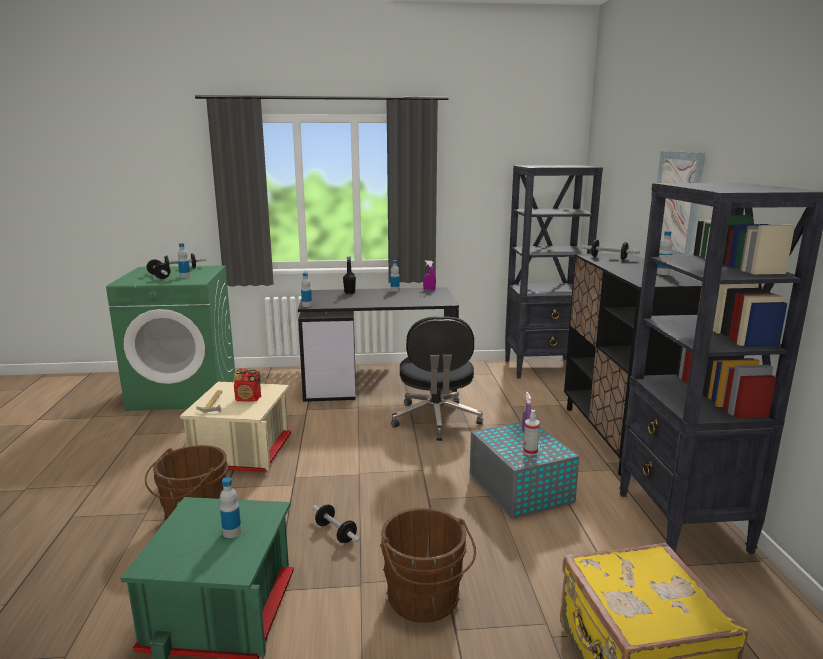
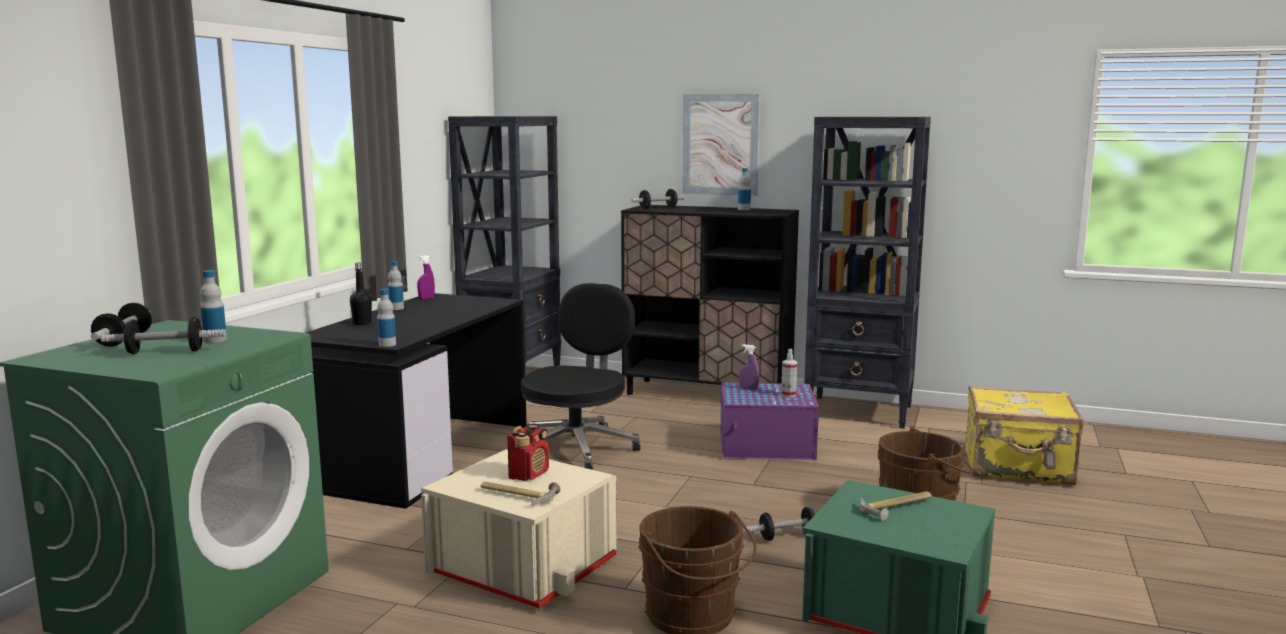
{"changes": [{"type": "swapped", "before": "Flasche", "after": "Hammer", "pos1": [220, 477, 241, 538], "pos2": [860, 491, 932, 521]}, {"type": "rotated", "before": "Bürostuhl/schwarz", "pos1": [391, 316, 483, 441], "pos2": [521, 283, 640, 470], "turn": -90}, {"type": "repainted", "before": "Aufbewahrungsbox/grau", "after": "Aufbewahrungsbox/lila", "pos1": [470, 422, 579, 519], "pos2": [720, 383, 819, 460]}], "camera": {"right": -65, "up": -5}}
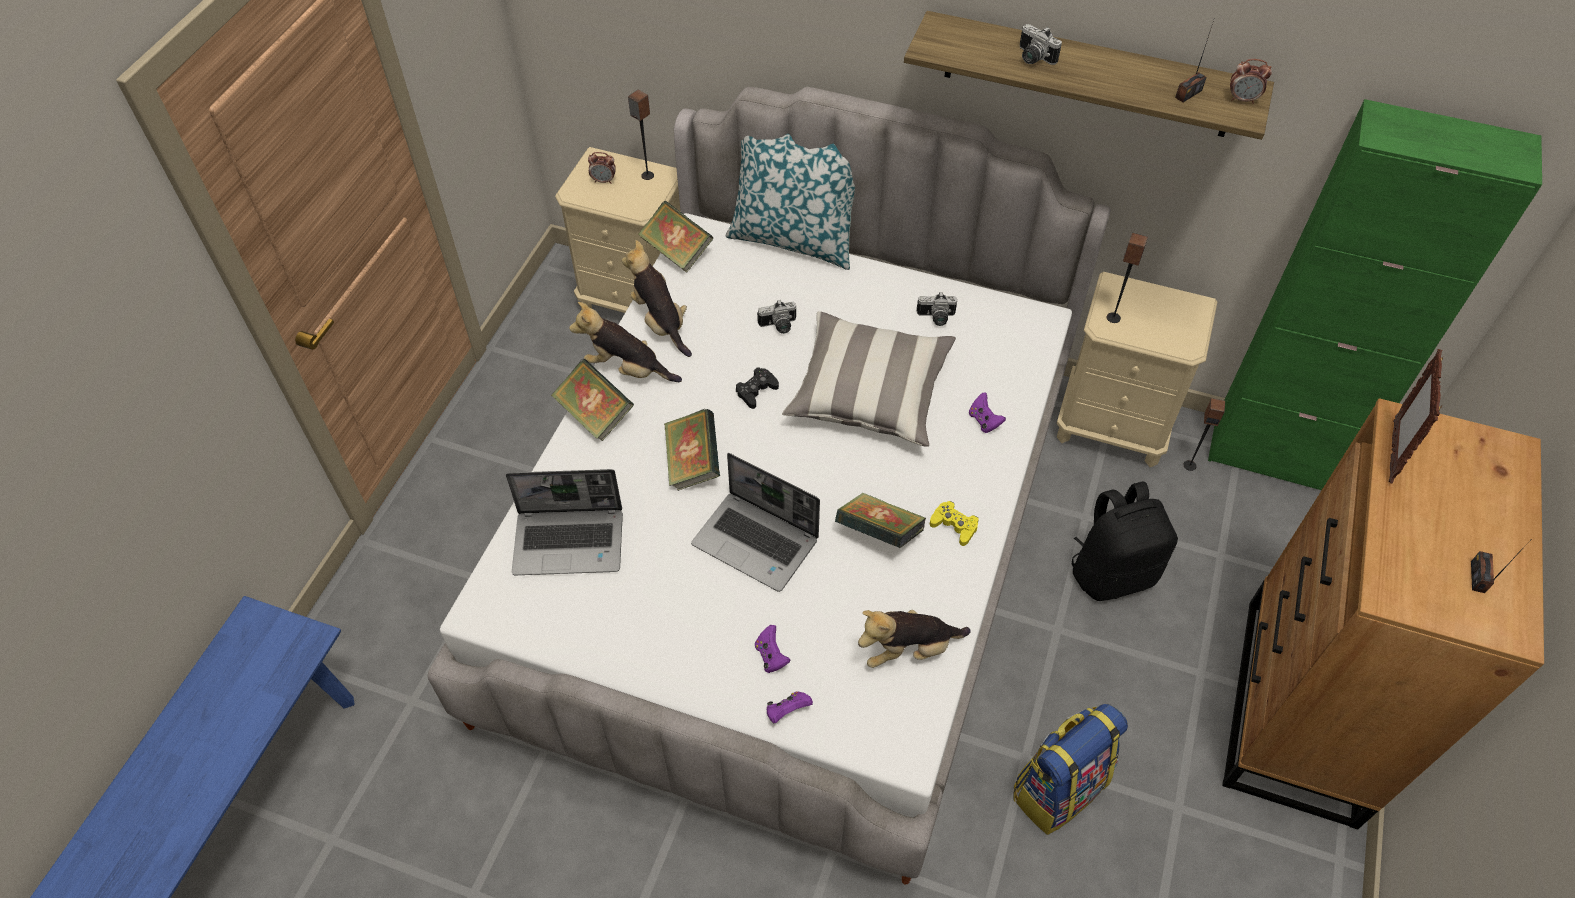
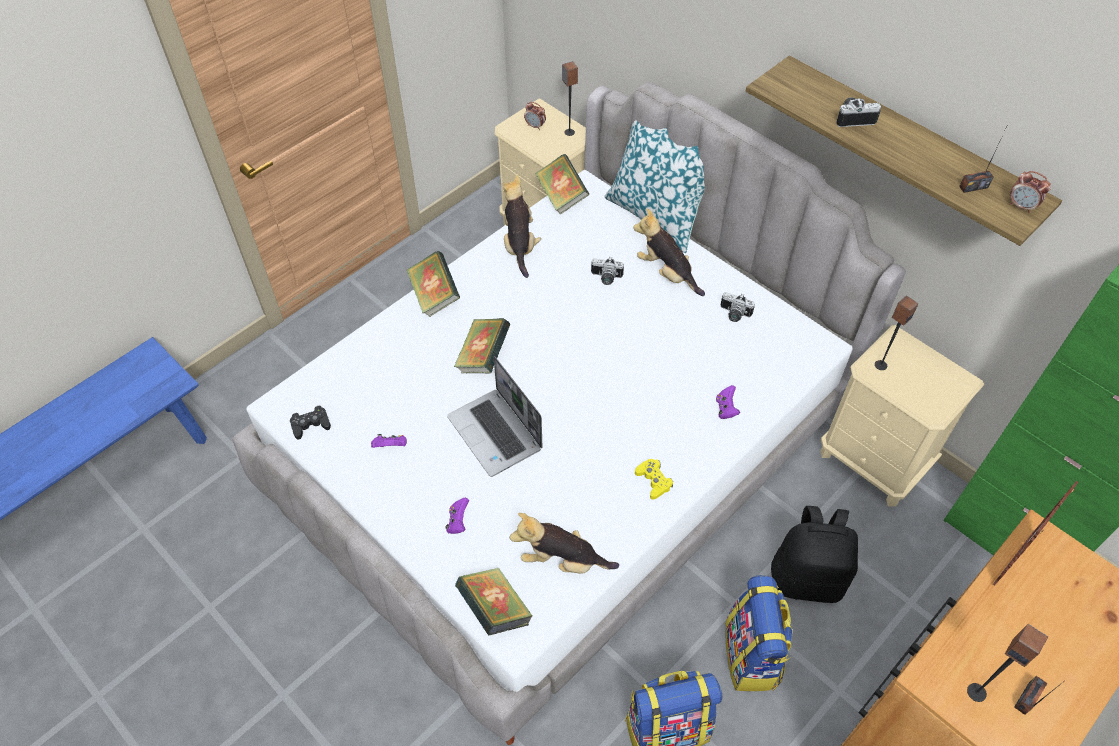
{"changes": [{"type": "gone", "before": "Laptop", "pos1": [506, 469, 623, 575]}, {"type": "shifted", "before": "Plüschtier", "pos1": [569, 302, 682, 382], "pos2": [633, 208, 705, 296]}, {"type": "shifted", "before": "Gamepad/schwarz", "pos1": [736, 367, 779, 409], "pos2": [290, 405, 331, 440]}, {"type": "shifted", "before": "Gamepad/lila", "pos1": [767, 691, 813, 723], "pos2": [371, 434, 407, 448]}, {"type": "gone", "before": "Kissen", "pos1": [782, 311, 956, 447]}, {"type": "shifted", "before": "Buch", "pos1": [835, 493, 926, 548], "pos2": [455, 568, 533, 636]}, {"type": "rotated", "before": "Kamera", "pos1": [1020, 24, 1062, 65], "pos2": [836, 97, 881, 127], "turn": 105}, {"type": "shifted", "before": "Lautsprecher", "pos1": [1183, 398, 1225, 471], "pos2": [967, 624, 1048, 702]}, {"type": "new", "after": "Rucksack", "pos2": [725, 575, 793, 691]}], "camera": {"right": 25, "up": 0}}
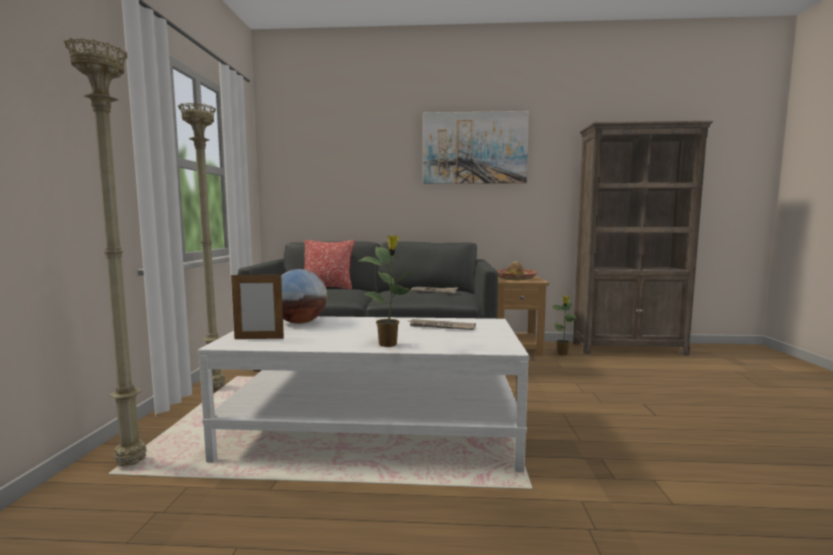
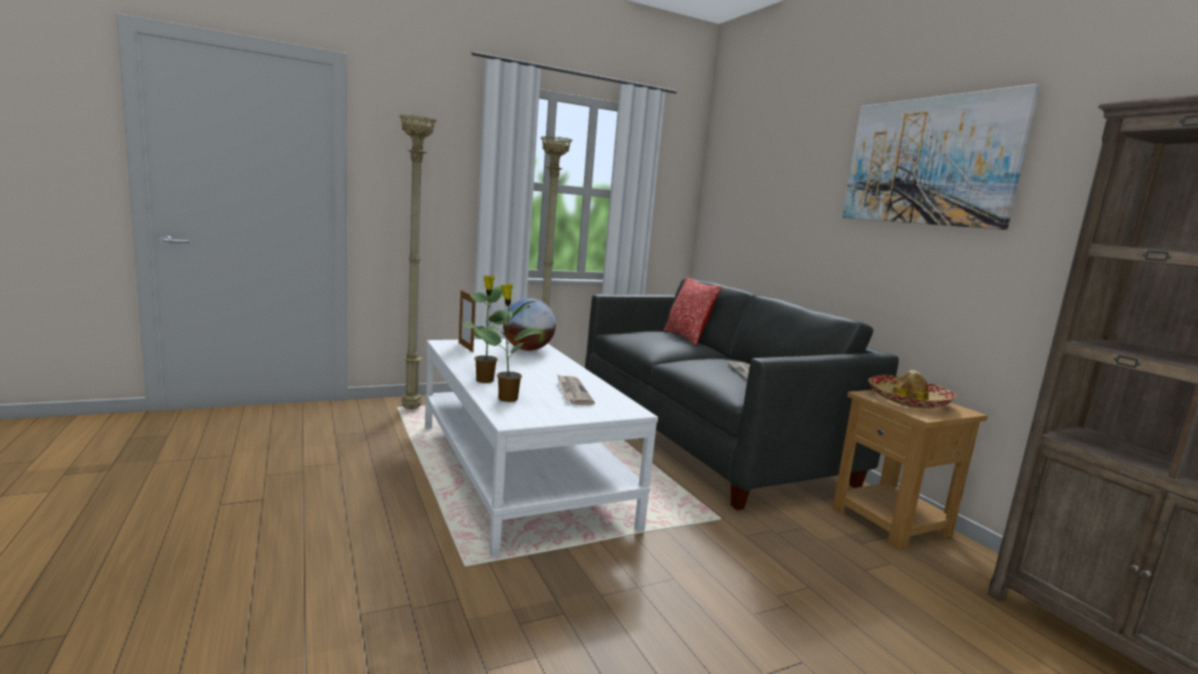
{"changes": [{"type": "shifted", "before": "Topfpflanze", "pos1": [552, 295, 576, 355], "pos2": [475, 284, 543, 402]}], "camera": {"right": 60, "up": 5}}
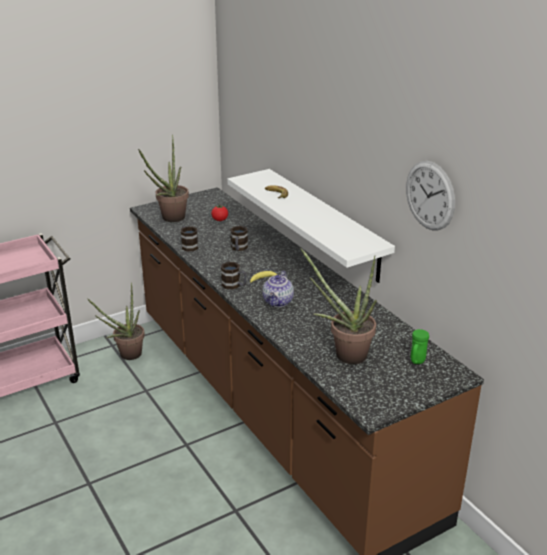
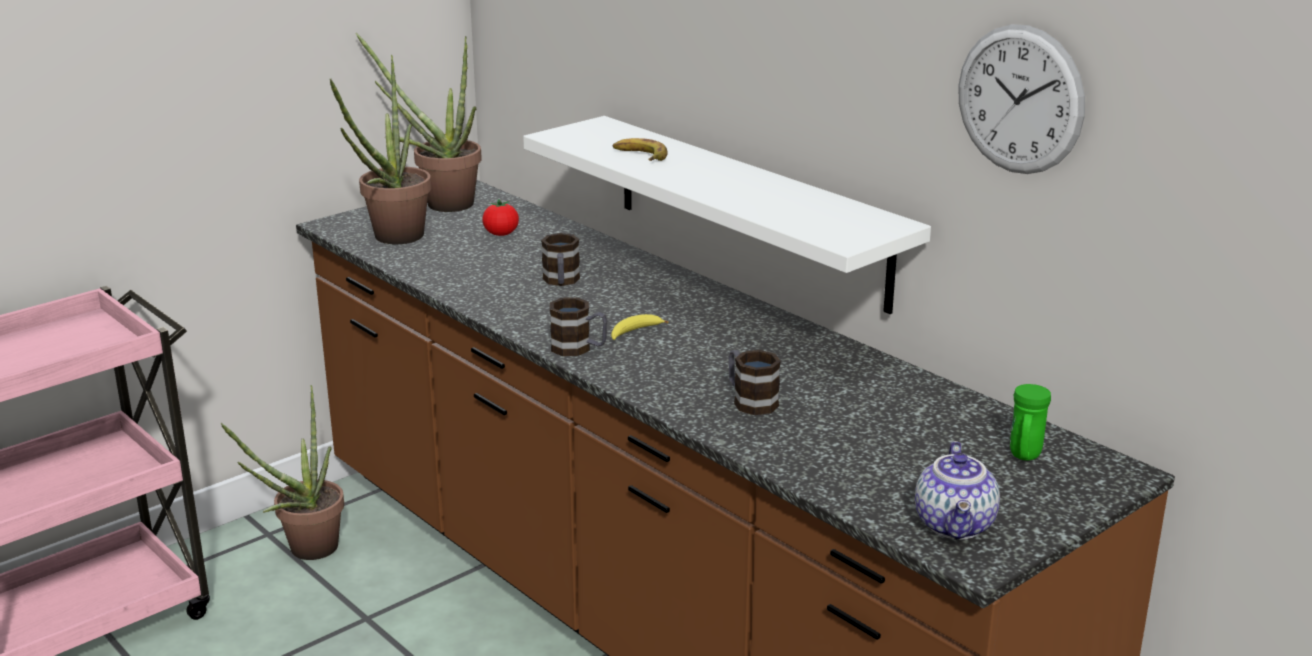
{"changes": [{"type": "shifted", "before": "Henkelbecher", "pos1": [181, 226, 198, 251], "pos2": [728, 350, 781, 415]}, {"type": "shifted", "before": "Teekanne", "pos1": [262, 271, 294, 307], "pos2": [915, 441, 1000, 539]}, {"type": "shifted", "before": "Topfpflanze", "pos1": [300, 248, 377, 364], "pos2": [356, 33, 482, 212]}], "camera": {"right": -10, "up": -5}}
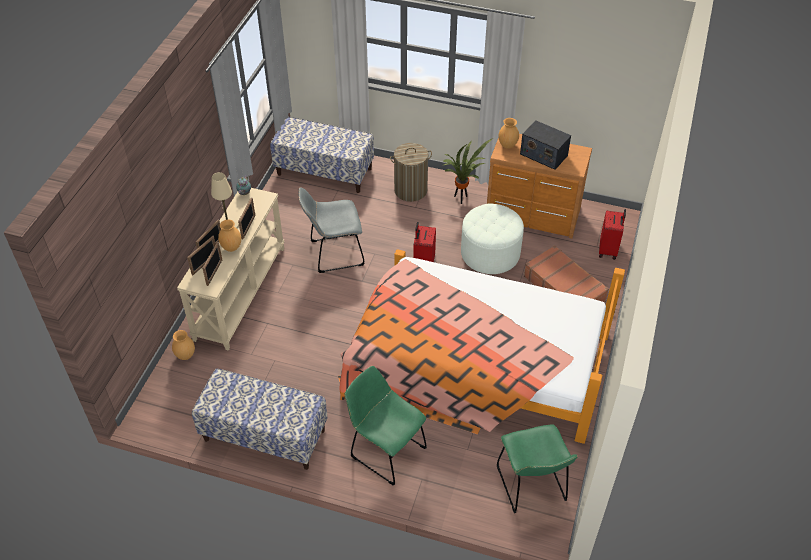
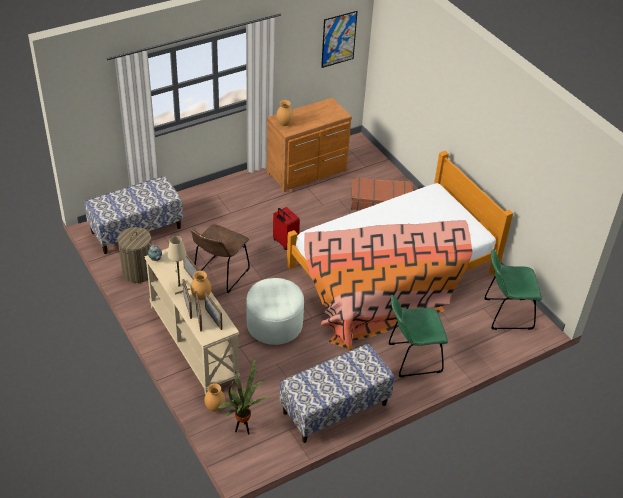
{"changes": [{"type": "repainted", "before": "Stuhl/grau", "after": "Stuhl/braun", "pos1": [299, 187, 365, 273], "pos2": [191, 224, 250, 293]}, {"type": "shifted", "before": "Wäschekorb", "pos1": [390, 143, 432, 202], "pos2": [118, 227, 154, 283]}, {"type": "shifted", "before": "Topfpflanze", "pos1": [442, 138, 493, 204], "pos2": [217, 358, 270, 435]}, {"type": "shifted", "before": "Polsterhocker/weiß", "pos1": [461, 203, 524, 274], "pos2": [246, 278, 304, 345]}, {"type": "rotated", "before": "Stuhl/grün", "pos1": [497, 424, 577, 513], "pos2": [484, 249, 542, 330], "turn": 150}, {"type": "gone", "before": "Radio", "pos1": [520, 120, 571, 170]}, {"type": "gone", "before": "Koffer/rot", "pos1": [599, 209, 626, 260]}, {"type": "new", "after": "Bild", "pos2": [321, 11, 357, 68]}], "camera": {"right": -50, "up": -5}}
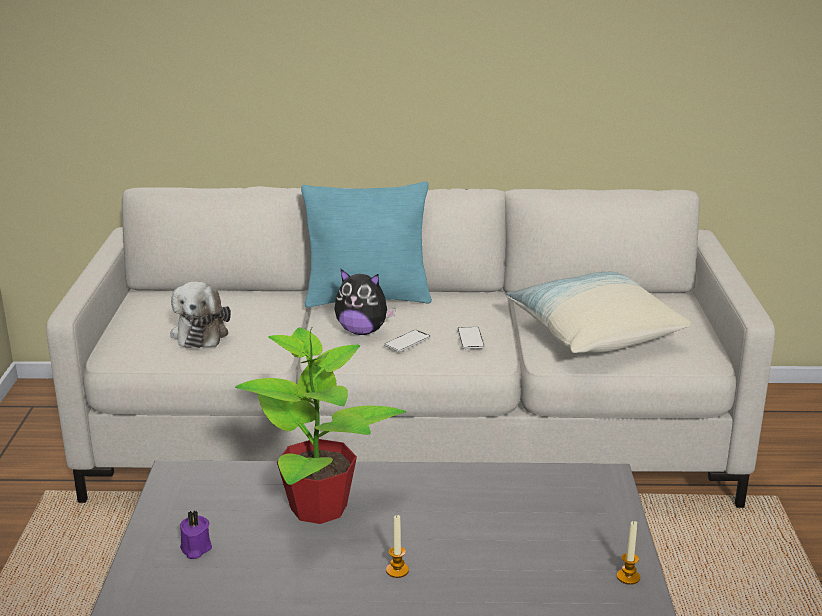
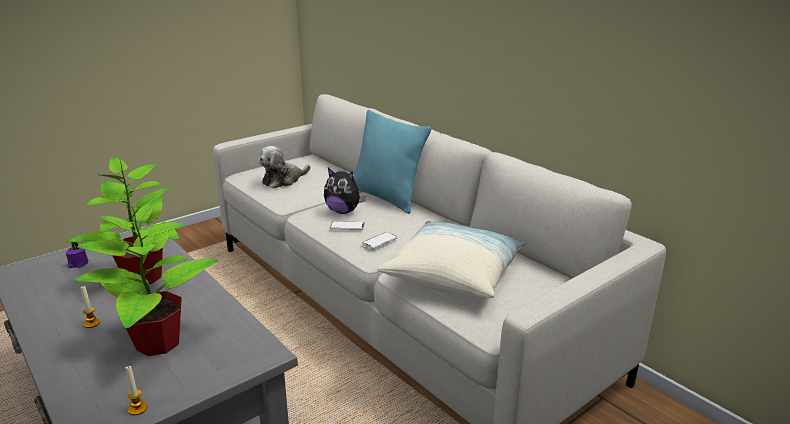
{"changes": [{"type": "rotated", "before": "Plüschtier", "pos1": [334, 268, 396, 335], "pos2": [324, 168, 366, 214], "turn": -45}, {"type": "new", "after": "Topfpflanze", "pos2": [74, 201, 218, 356]}], "camera": {"right": 50, "up": 0}}
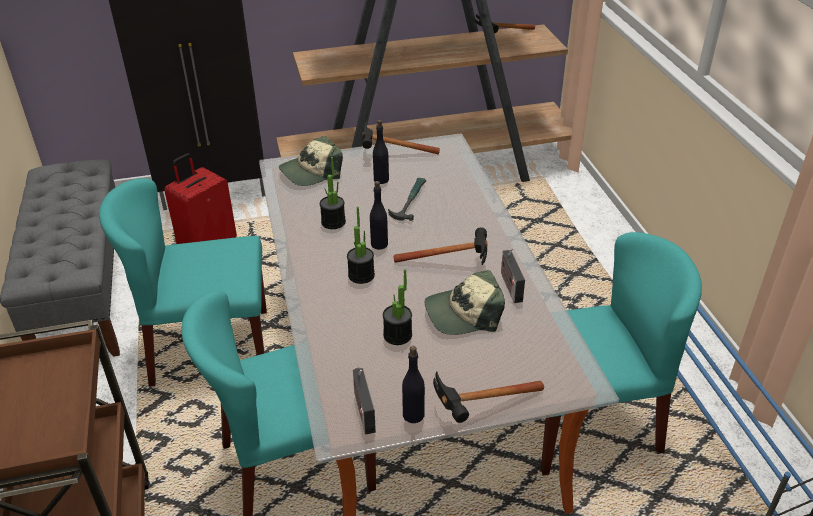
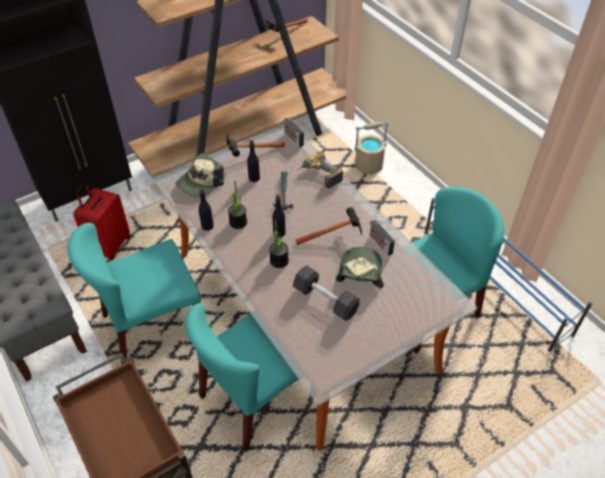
{"changes": [{"type": "shifted", "before": "Radio", "pos1": [353, 368, 376, 434], "pos2": [284, 116, 304, 147]}, {"type": "swapped", "before": "Topfpflanze", "after": "Hantel/schwarz", "pos1": [383, 269, 412, 345], "pos2": [293, 265, 360, 321]}, {"type": "shifted", "before": "Flasche/schwarz", "pos1": [402, 346, 425, 423], "pos2": [199, 187, 214, 231]}, {"type": "rotated", "before": "Kappe", "pos1": [424, 270, 505, 335], "pos2": [336, 247, 384, 288], "turn": 135}, {"type": "gone", "before": "Hammer", "pos1": [433, 371, 544, 423]}, {"type": "new", "after": "Bohrmaschine", "pos2": [297, 151, 344, 189]}, {"type": "new", "after": "Eimer/beige", "pos2": [354, 122, 389, 175]}], "camera": {"right": -20, "up": 10}}
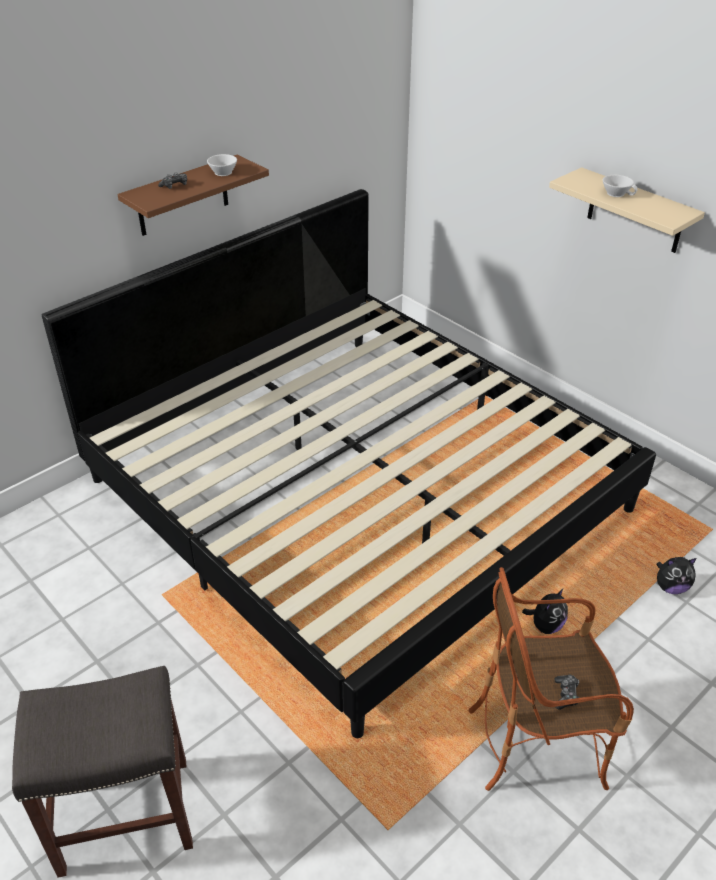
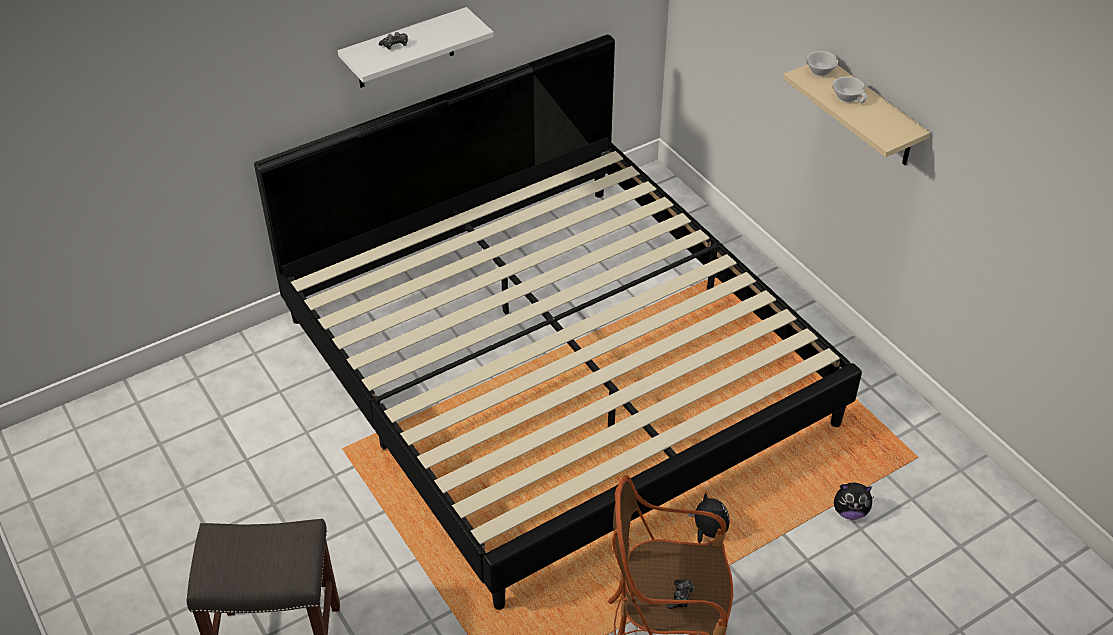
{"changes": [{"type": "repainted", "before": "Wandregal/braun", "after": "Wandregal/weiß", "pos1": [118, 155, 269, 236], "pos2": [338, 7, 494, 88]}, {"type": "shifted", "before": "Tasse/weiß", "pos1": [207, 154, 237, 176], "pos2": [807, 51, 838, 77]}, {"type": "rotated", "before": "Plüschtier", "pos1": [522, 588, 568, 634], "pos2": [688, 492, 730, 543], "turn": -90}], "camera": {"right": 10, "up": 5}}
